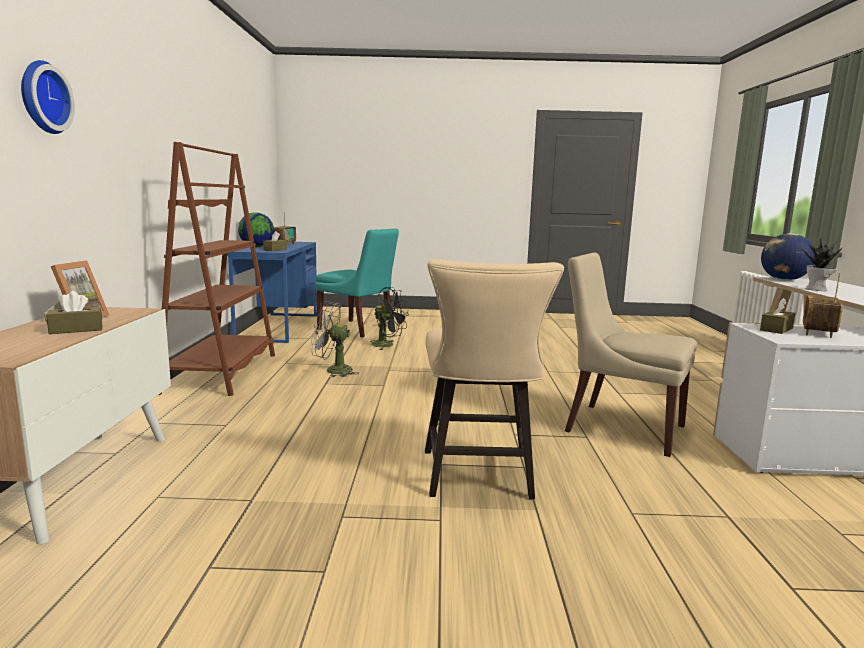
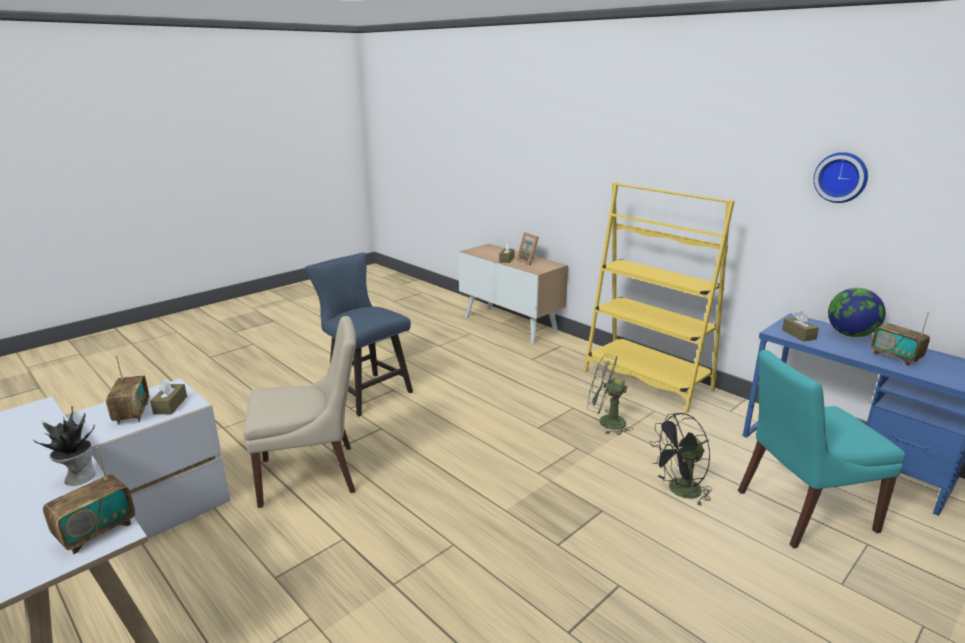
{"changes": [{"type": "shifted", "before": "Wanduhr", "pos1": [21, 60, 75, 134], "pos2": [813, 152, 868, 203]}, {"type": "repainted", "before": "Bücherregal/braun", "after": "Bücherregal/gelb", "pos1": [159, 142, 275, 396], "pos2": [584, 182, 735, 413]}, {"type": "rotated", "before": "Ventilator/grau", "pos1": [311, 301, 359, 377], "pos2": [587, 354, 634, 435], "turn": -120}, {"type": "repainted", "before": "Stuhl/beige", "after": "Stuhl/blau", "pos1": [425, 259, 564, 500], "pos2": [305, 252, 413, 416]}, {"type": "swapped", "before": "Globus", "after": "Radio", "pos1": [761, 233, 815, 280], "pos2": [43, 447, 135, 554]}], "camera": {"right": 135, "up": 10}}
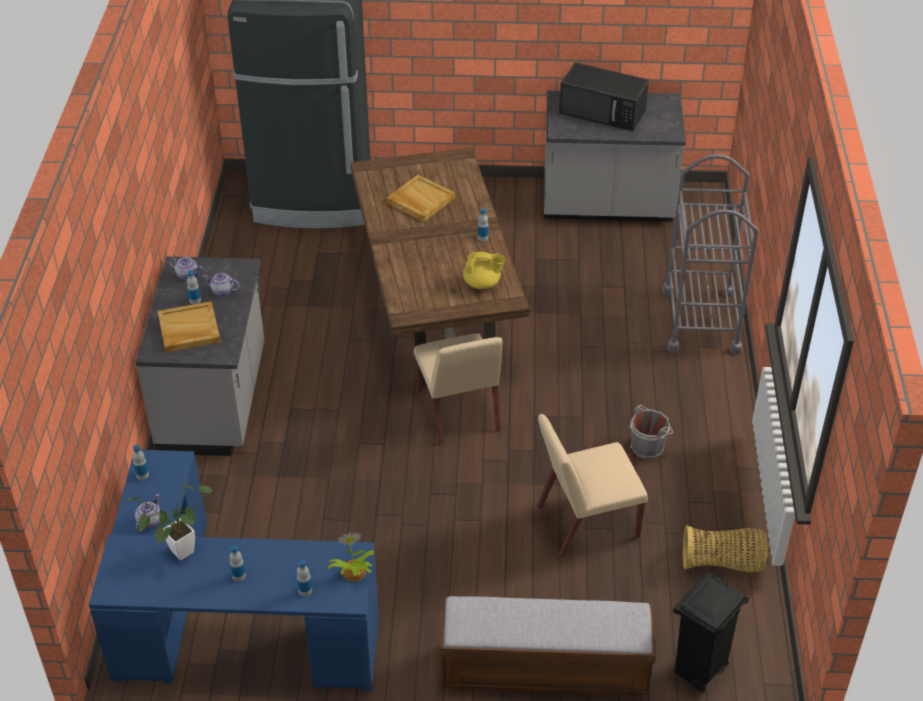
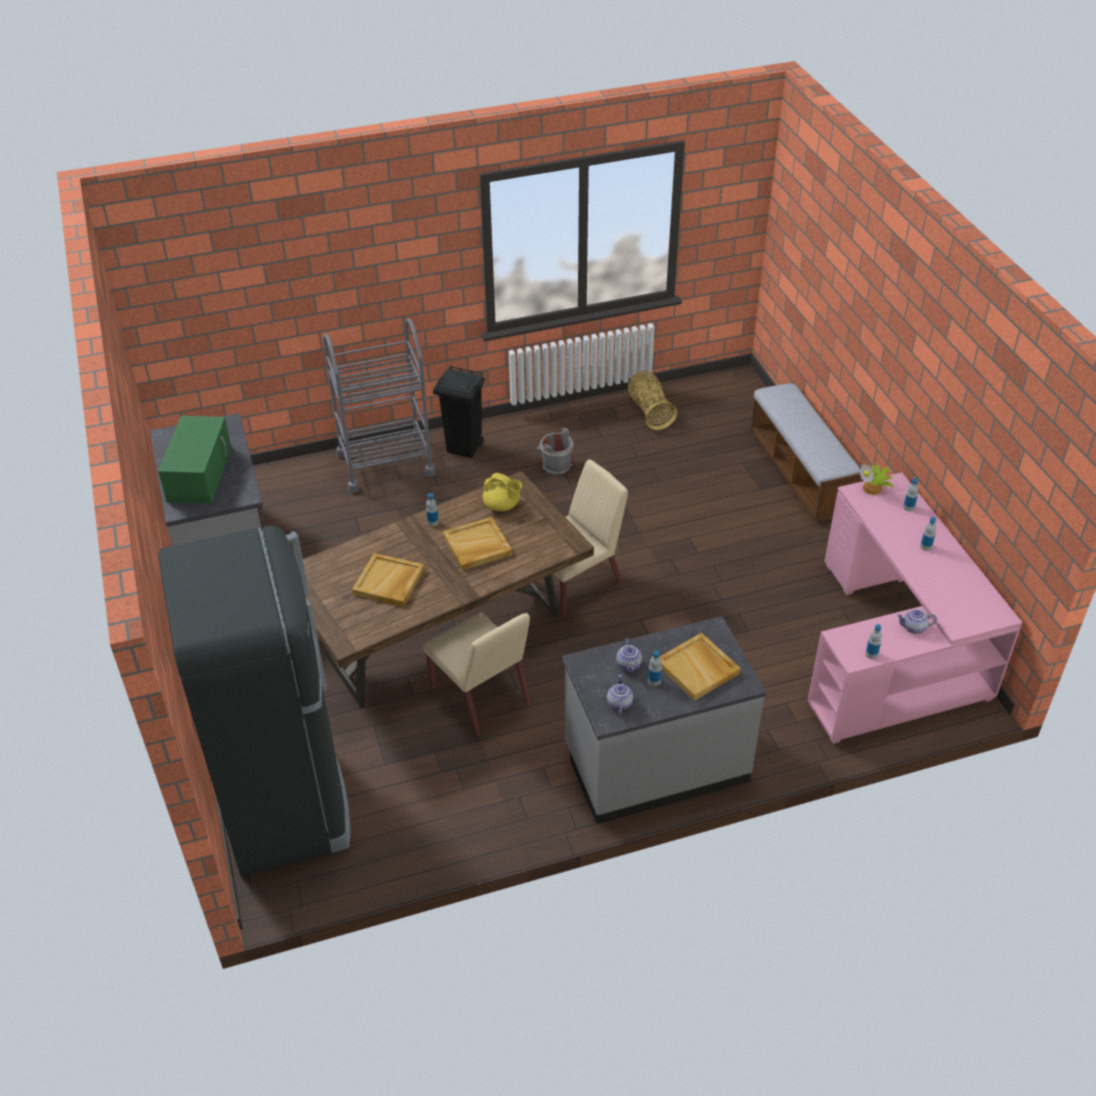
{"changes": [{"type": "repainted", "before": "Schreibtisch/blau", "after": "Schreibtisch/rosa", "pos1": [89, 450, 379, 691], "pos2": [807, 473, 1023, 744]}, {"type": "gone", "before": "Topfpflanze", "pos1": [124, 483, 212, 560]}, {"type": "rotated", "before": "Teekanne/gelb", "pos1": [463, 252, 505, 289], "pos2": [483, 473, 522, 511], "turn": 135}, {"type": "shifted", "before": "Stuhl/beige", "pos1": [536, 414, 648, 557], "pos2": [423, 613, 531, 736]}, {"type": "repainted", "before": "Mikrowelle/schwarz", "after": "Mikrowelle/grün", "pos1": [559, 63, 649, 131], "pos2": [158, 416, 232, 504]}, {"type": "shifted", "before": "Mülleimer/schwarz", "pos1": [673, 573, 749, 693], "pos2": [433, 365, 485, 458]}, {"type": "new", "after": "Tablett/beige", "pos2": [443, 517, 512, 570]}], "camera": {"right": -110, "up": 0}}
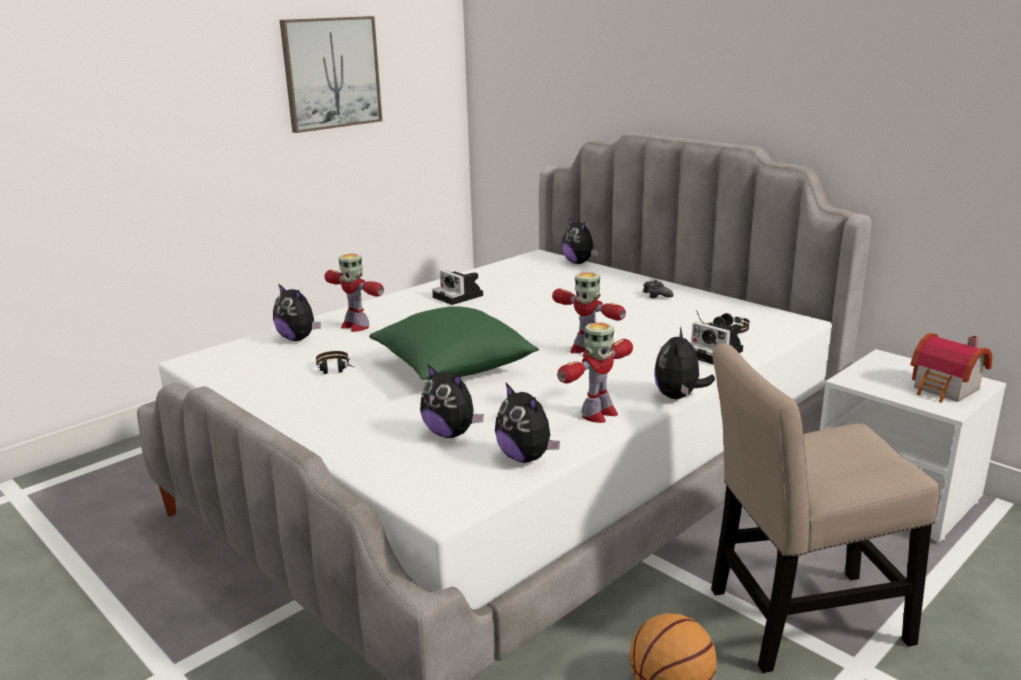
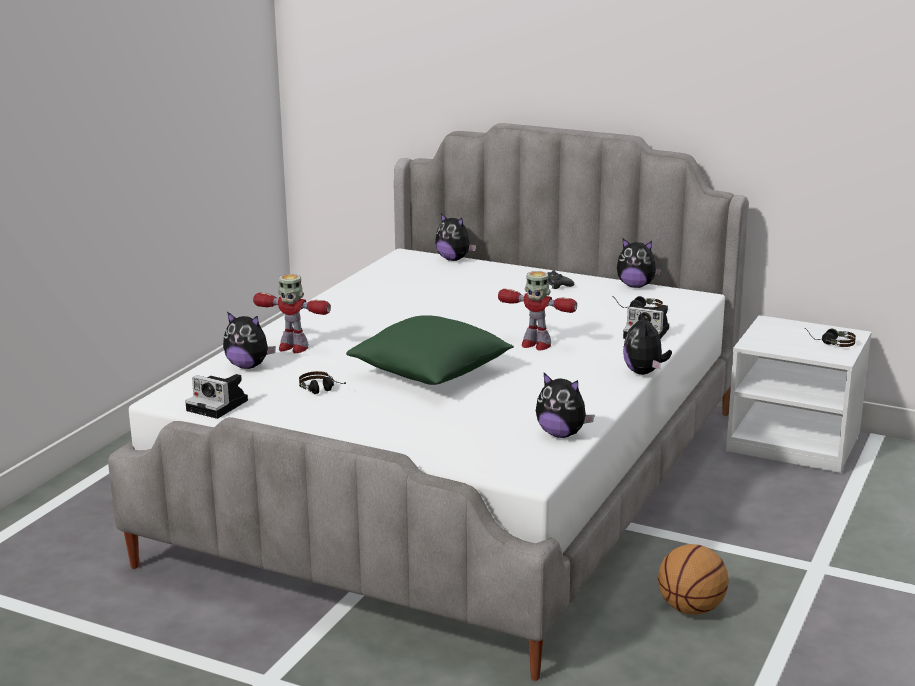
{"changes": [{"type": "gone", "before": "Bild", "pos1": [280, 16, 382, 133]}, {"type": "shifted", "before": "Plüschtier", "pos1": [420, 363, 484, 438], "pos2": [617, 239, 661, 288]}, {"type": "shifted", "before": "Kamera", "pos1": [432, 270, 483, 305], "pos2": [185, 374, 248, 419]}, {"type": "gone", "before": "Spielzeugroboter", "pos1": [557, 322, 633, 423]}, {"type": "gone", "before": "Stuhl/beige", "pos1": [711, 344, 940, 673]}, {"type": "swapped", "before": "Spielzeughaus", "after": "Kopfhörer", "pos1": [910, 333, 992, 403], "pos2": [805, 328, 856, 347]}], "camera": {"right": -20, "up": 0}}
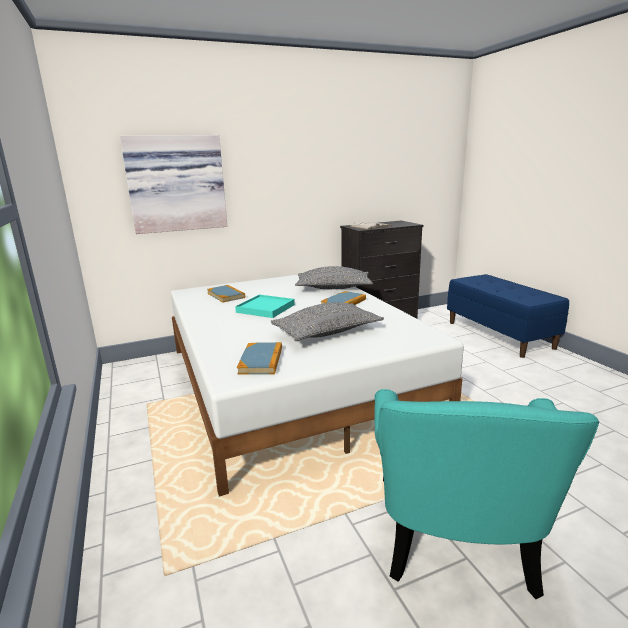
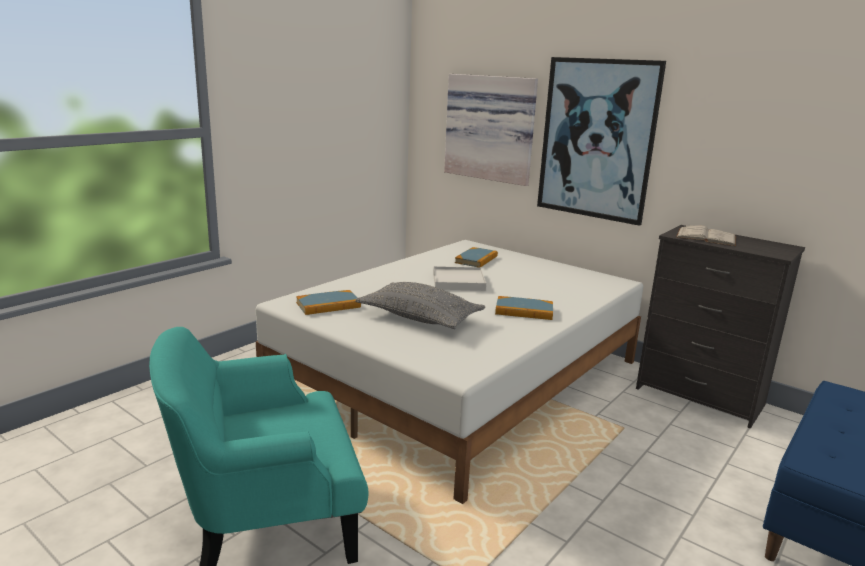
{"changes": [{"type": "repainted", "before": "Tablett/türkis", "after": "Tablett/weiß", "pos1": [235, 295, 295, 318], "pos2": [433, 266, 486, 291]}, {"type": "gone", "before": "Kissen/grau", "pos1": [295, 266, 373, 289]}, {"type": "new", "after": "Bild", "pos2": [537, 57, 666, 226]}], "camera": {"right": 60, "up": 0}}
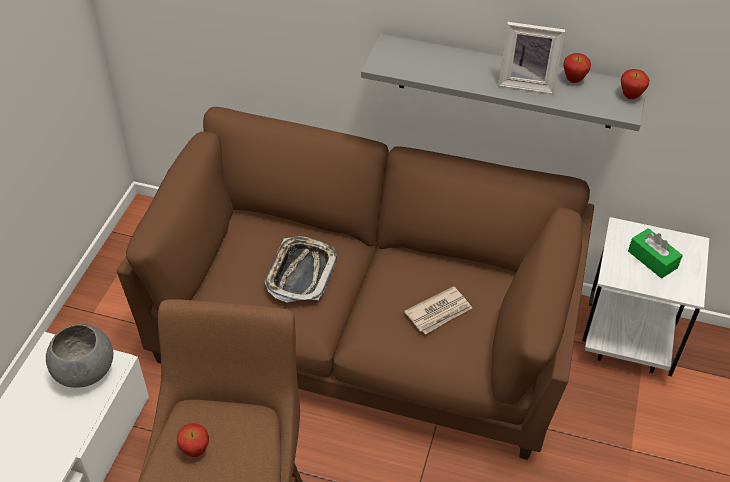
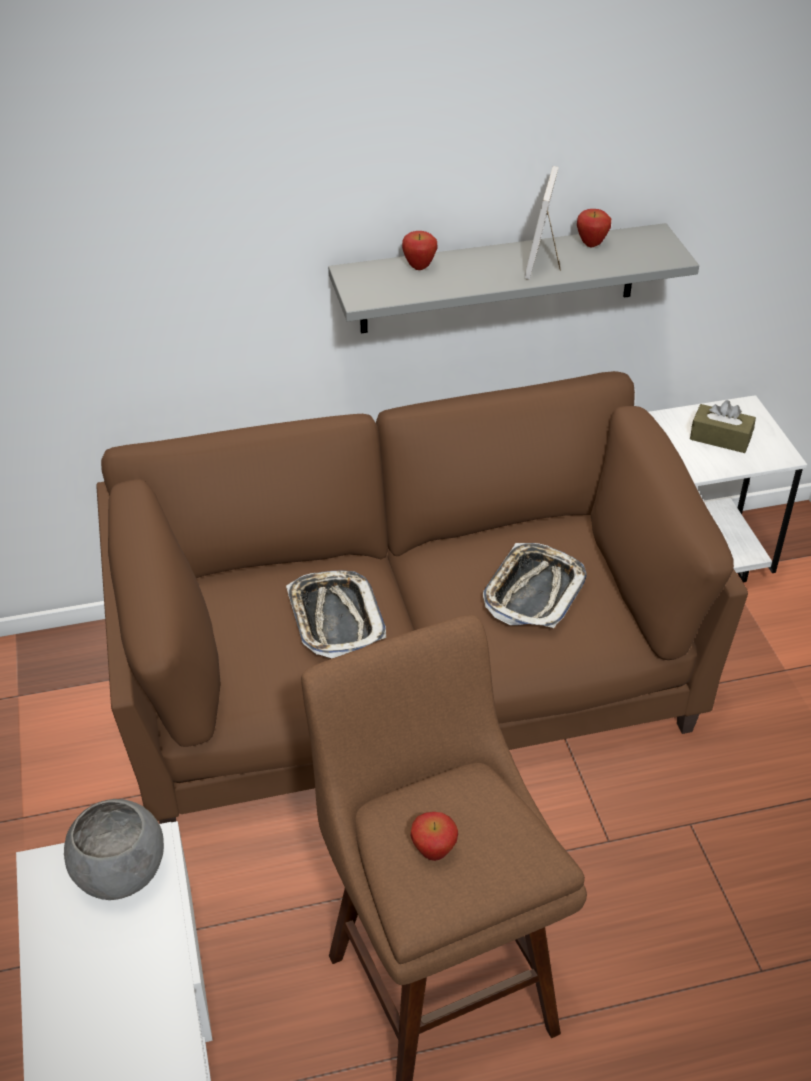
{"changes": [{"type": "swapped", "before": "Zeitung", "after": "Tablett", "pos1": [404, 286, 472, 335], "pos2": [483, 543, 587, 628]}, {"type": "rotated", "before": "Bilderrahmen", "pos1": [498, 22, 566, 94], "pos2": [524, 166, 561, 280], "turn": 120}, {"type": "shifted", "before": "Apfel", "pos1": [621, 69, 650, 99], "pos2": [402, 231, 437, 270]}, {"type": "repainted", "before": "Taschentuchbox/grün", "after": "Taschentuchbox/braun", "pos1": [628, 228, 683, 279], "pos2": [690, 400, 756, 453]}], "camera": {"right": -30, "up": -5}}
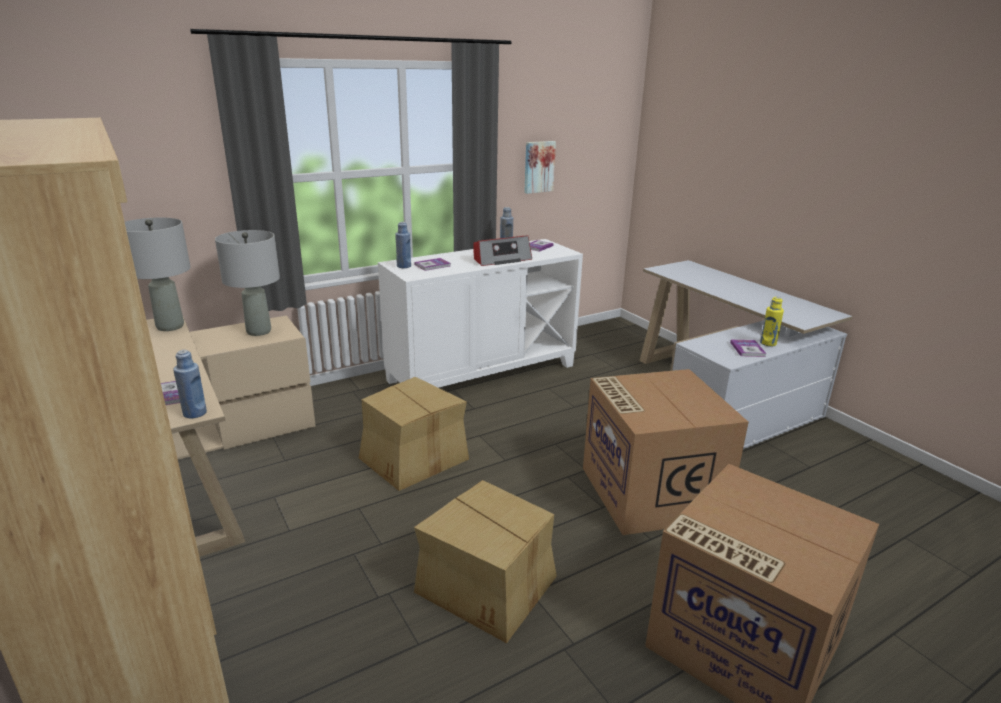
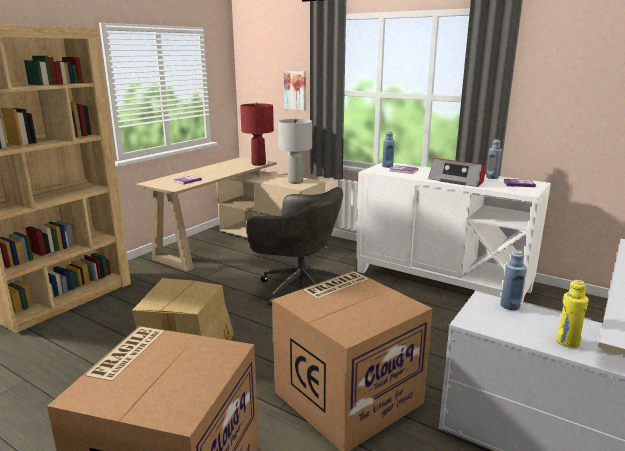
{"changes": [{"type": "repainted", "before": "Tischlampe/grau", "after": "Tischlampe/rot", "pos1": [125, 218, 191, 331], "pos2": [240, 102, 274, 166]}, {"type": "shifted", "before": "Flasche/blau", "pos1": [173, 350, 207, 418], "pos2": [500, 251, 527, 310]}, {"type": "swapped", "before": "Karton", "after": "Bürostuhl/grau", "pos1": [359, 377, 469, 491], "pos2": [246, 187, 343, 305]}, {"type": "shifted", "before": "Bild", "pos1": [524, 141, 556, 194], "pos2": [283, 71, 306, 111]}, {"type": "gone", "before": "Buch", "pos1": [730, 340, 767, 357]}], "camera": {"right": 65, "up": -5}}
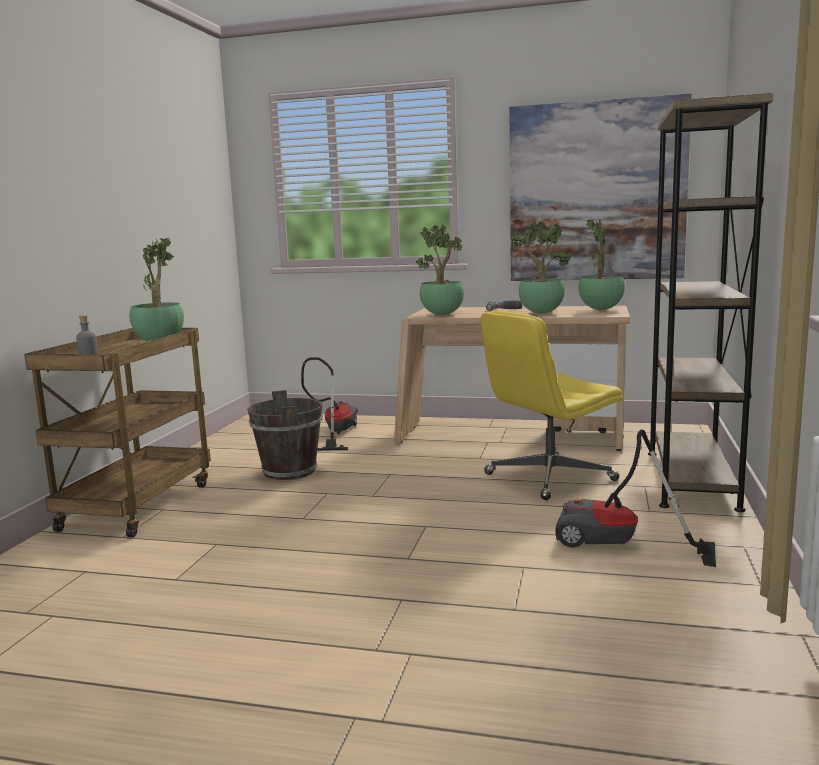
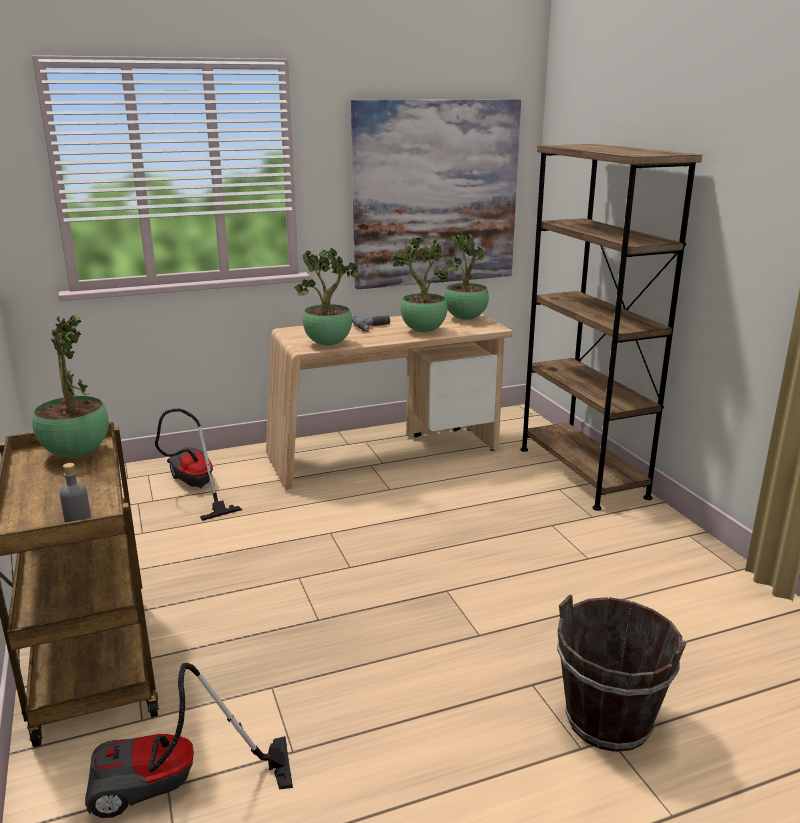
{"changes": [{"type": "shifted", "before": "Eimer/braun", "pos1": [247, 390, 323, 480], "pos2": [557, 595, 687, 752]}, {"type": "gone", "before": "Bürostuhl/gelb", "pos1": [481, 311, 623, 500]}, {"type": "shifted", "before": "Staubsauger", "pos1": [555, 429, 716, 567], "pos2": [85, 663, 293, 818]}], "camera": {"right": -35, "up": 10}}
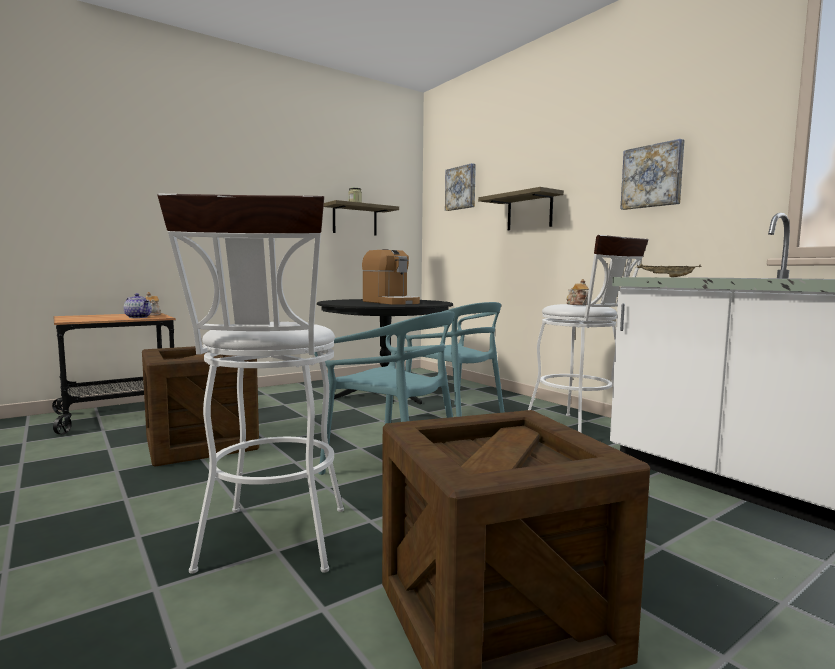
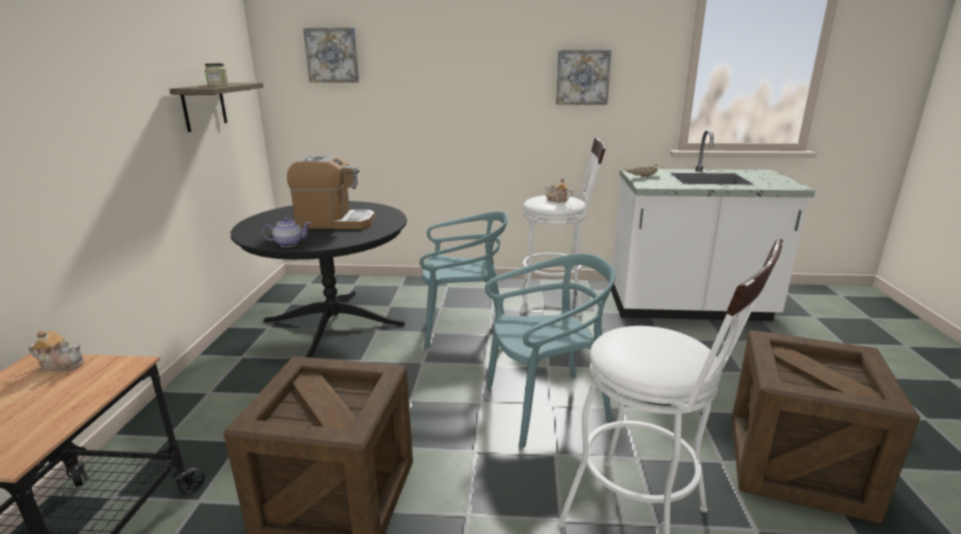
{"changes": [{"type": "shifted", "before": "Teekanne", "pos1": [124, 293, 152, 318], "pos2": [262, 218, 310, 247]}, {"type": "gone", "before": "Wandregal", "pos1": [478, 187, 564, 230]}], "camera": {"right": -50, "up": 15}}
